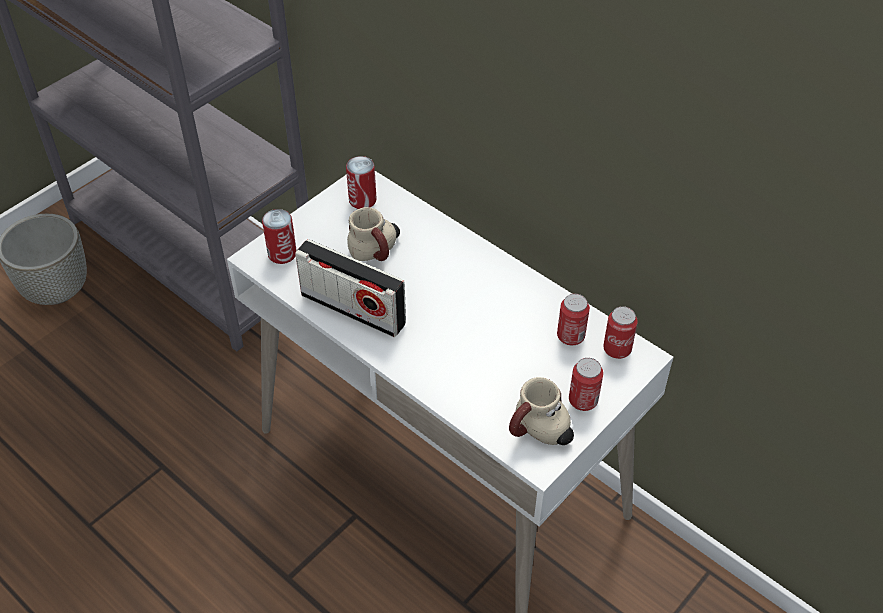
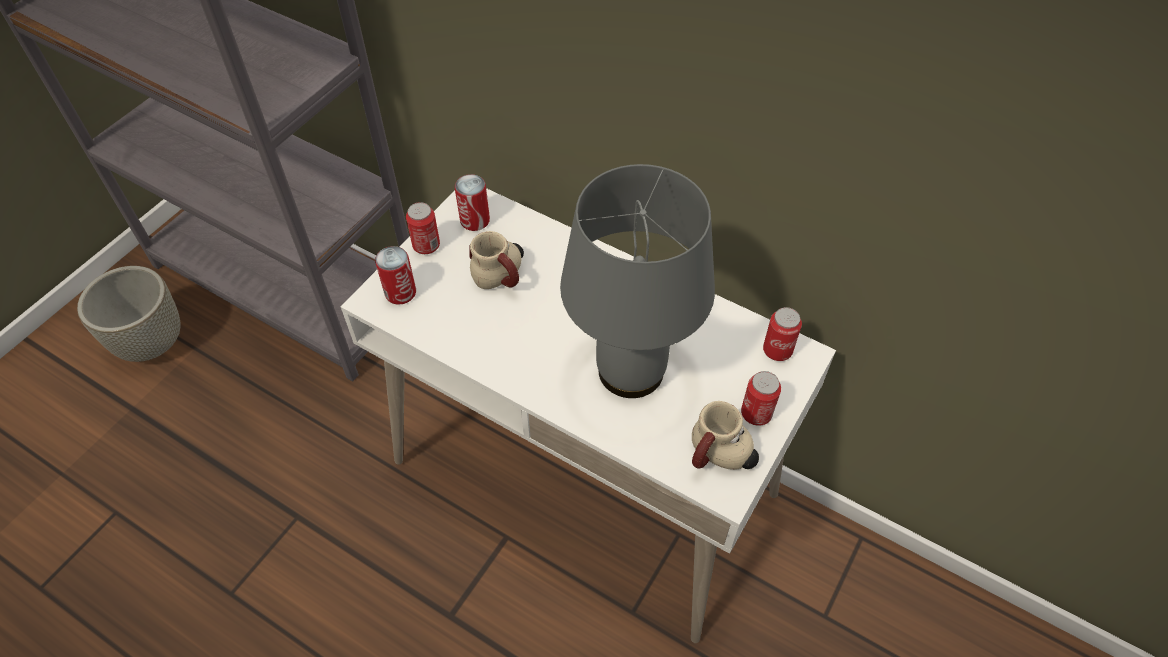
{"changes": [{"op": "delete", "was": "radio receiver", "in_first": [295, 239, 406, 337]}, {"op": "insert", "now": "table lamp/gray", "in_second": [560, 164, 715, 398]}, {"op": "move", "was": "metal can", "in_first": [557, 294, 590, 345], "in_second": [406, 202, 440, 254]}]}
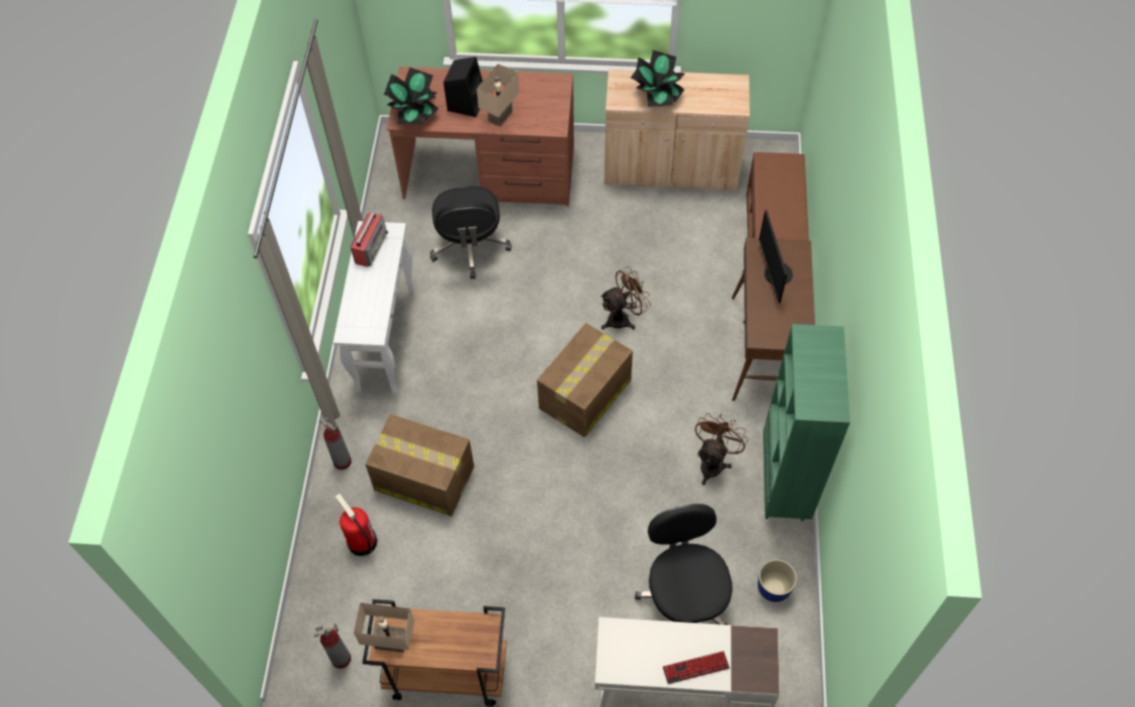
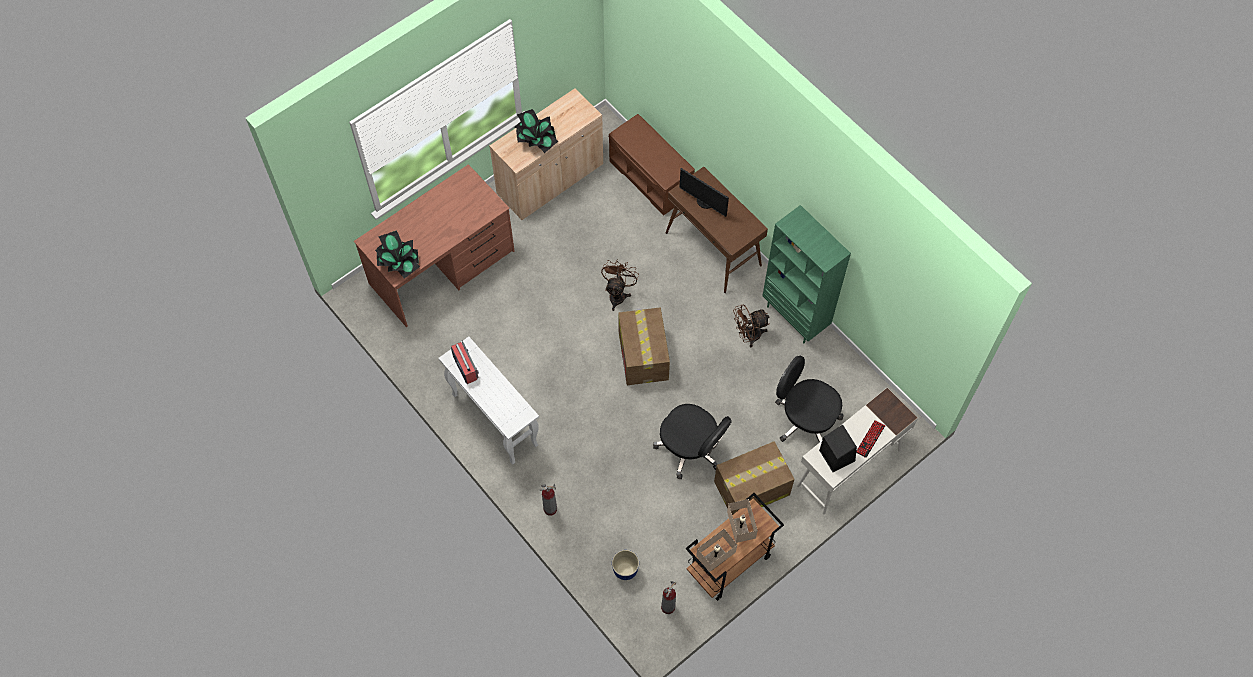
{"changes": [{"op": "delete", "was": "fire-fighting cylinder", "in_first": [335, 494, 377, 556]}, {"op": "move", "was": "carton", "in_first": [365, 414, 474, 516], "in_second": [714, 441, 795, 515]}, {"op": "move", "was": "desk chair/black", "in_first": [430, 186, 512, 279], "in_second": [653, 404, 732, 479]}, {"op": "move", "was": "audio speaker/black", "in_first": [443, 57, 482, 117], "in_second": [819, 425, 857, 472]}, {"op": "move", "was": "table lamp/beige", "in_first": [476, 64, 519, 126], "in_second": [727, 499, 758, 543]}, {"op": "move", "was": "planter", "in_first": [758, 559, 797, 602], "in_second": [612, 550, 639, 580]}, {"op": "rotate", "was": "fan/brown", "in_first": [695, 413, 748, 485], "in_second": [733, 304, 770, 347], "clockwise": -90}]}
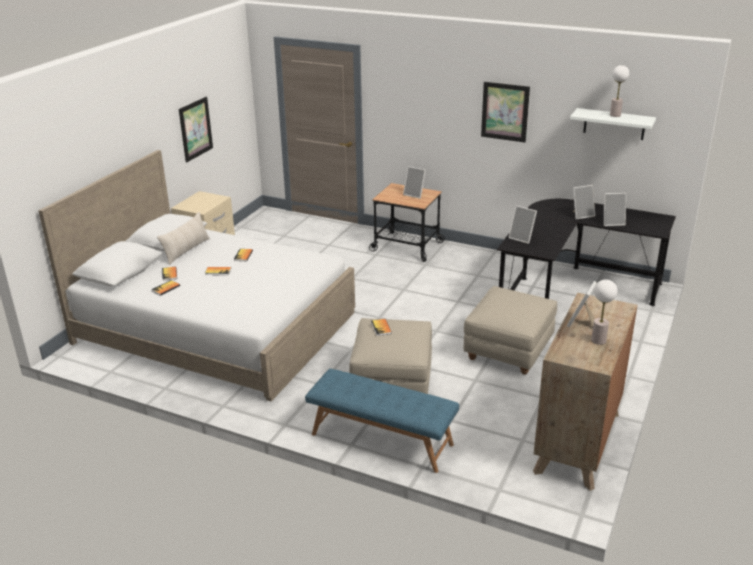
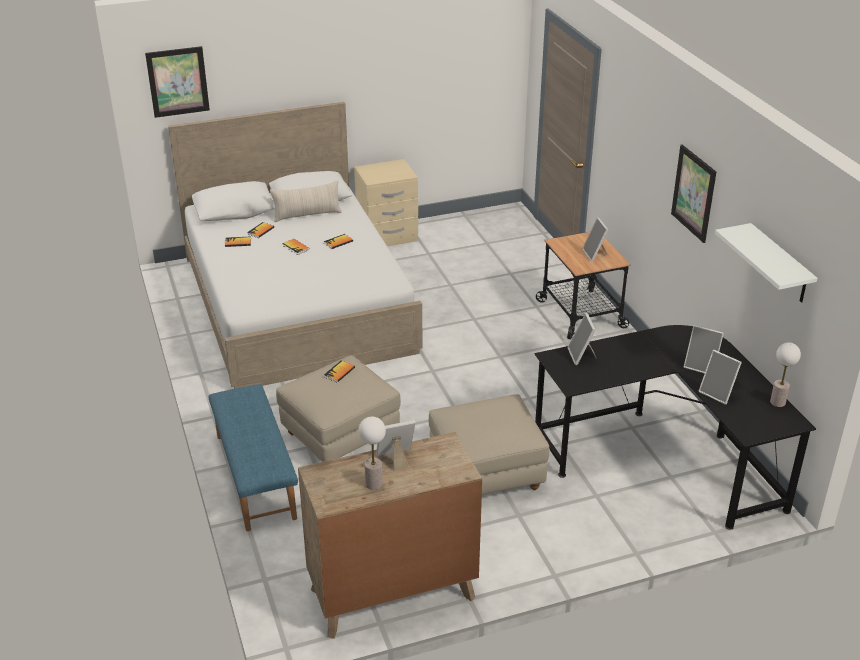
{"changes": [{"op": "move", "was": "wall picture", "in_first": [179, 97, 213, 162], "in_second": [145, 46, 210, 118]}, {"op": "move", "was": "table lamp", "in_first": [610, 65, 629, 117], "in_second": [770, 342, 801, 407]}]}
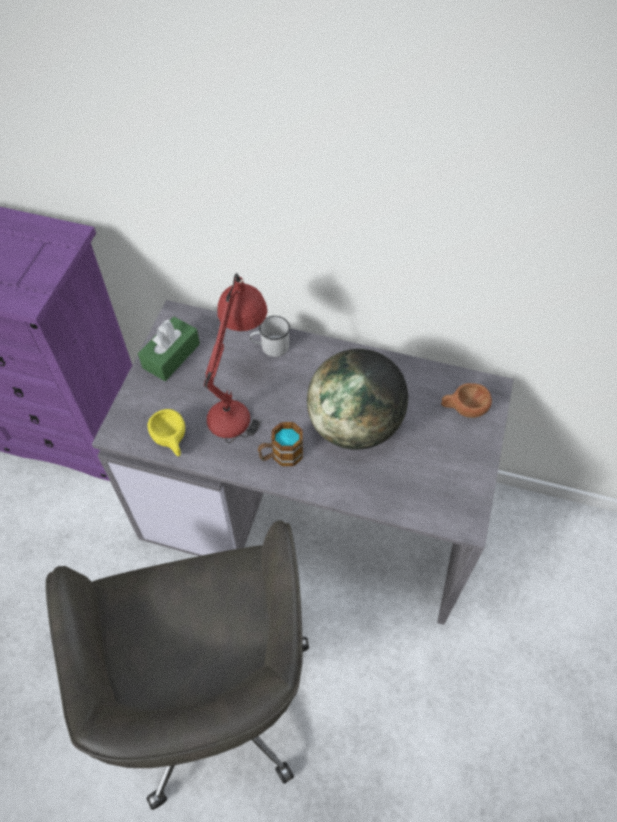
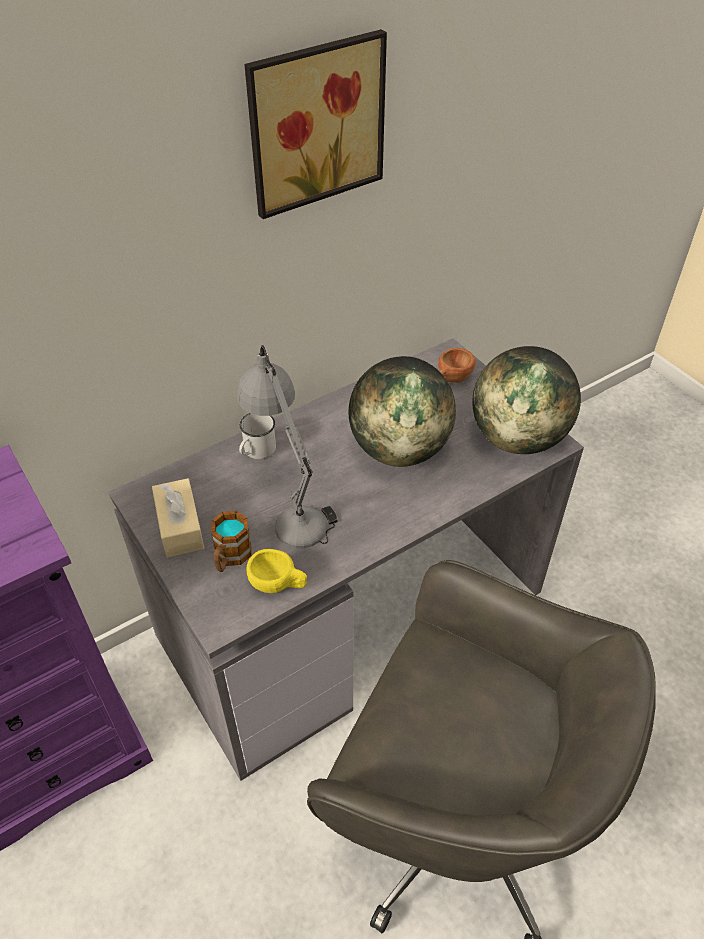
{"changes": [{"op": "insert", "now": "wall picture", "in_second": [244, 29, 387, 219]}, {"op": "insert", "now": "desk globe", "in_second": [472, 346, 581, 454]}, {"op": "move", "was": "mug", "in_first": [258, 422, 303, 466], "in_second": [211, 511, 251, 572]}, {"op": "recolor", "was": "tissue box/greenish", "now": "tissue box/beige", "in_first": [138, 317, 200, 381], "in_second": [152, 478, 204, 558]}, {"op": "recolor", "was": "table lamp/red", "now": "table lamp/gray", "in_first": [204, 273, 267, 443], "in_second": [237, 345, 337, 548]}]}
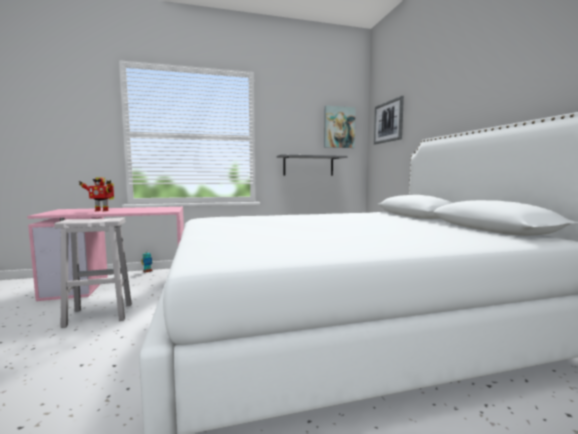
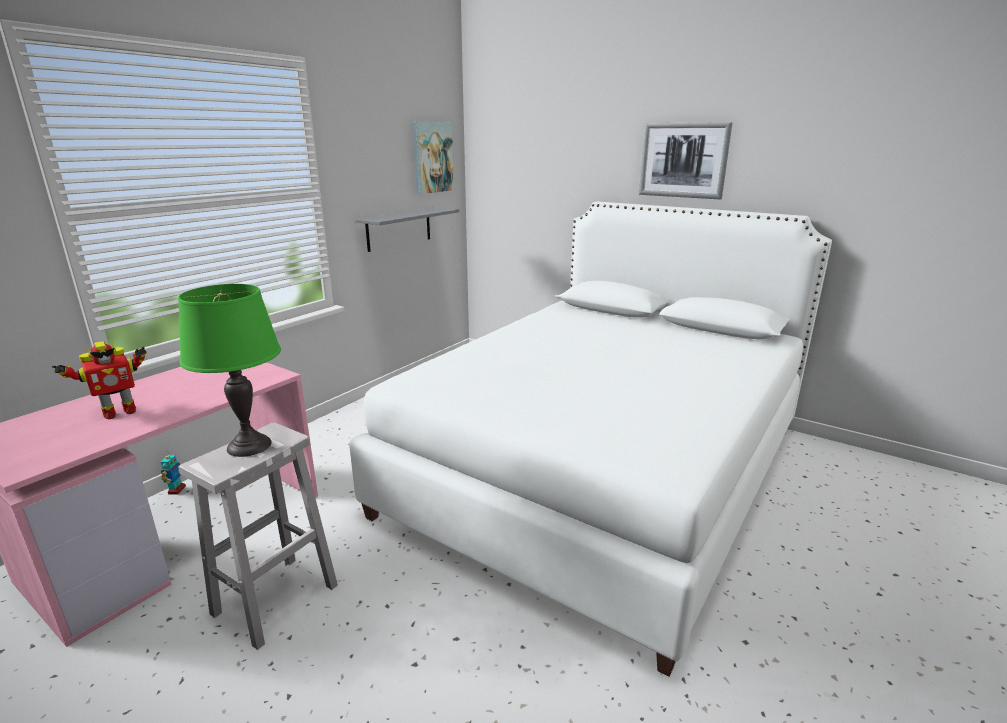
{"changes": [{"op": "insert", "now": "table lamp/greenish", "in_second": [178, 284, 281, 457]}, {"op": "move", "was": "wall picture", "in_first": [374, 96, 404, 145], "in_second": [639, 122, 733, 199]}]}
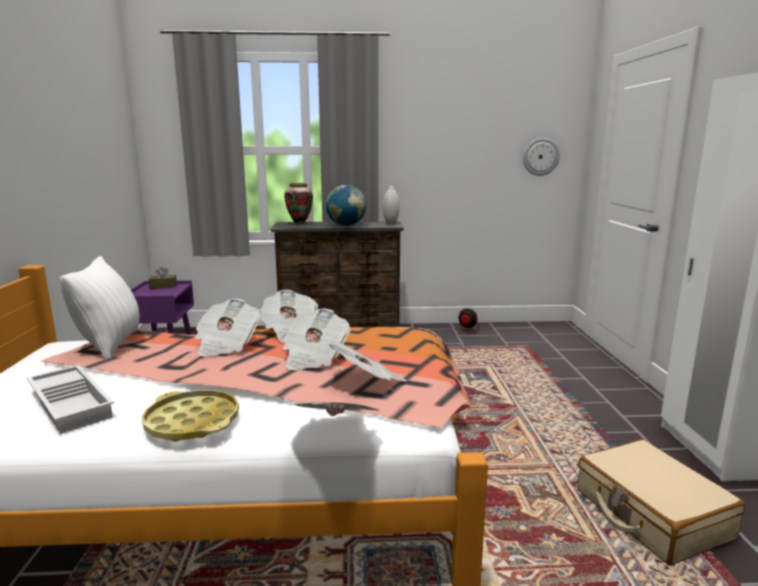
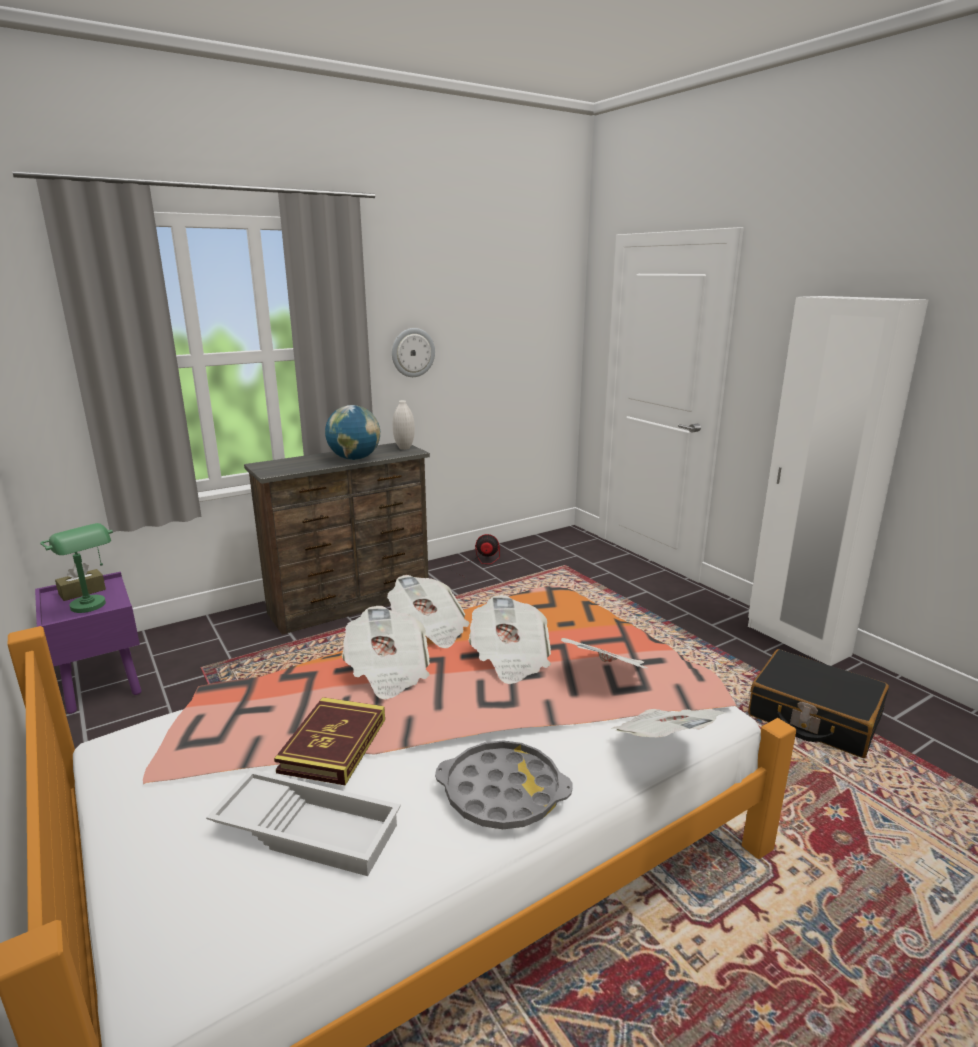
{"changes": [{"op": "delete", "was": "pillow/whitish", "in_first": [60, 256, 140, 361]}, {"op": "delete", "was": "flower vase", "in_first": [284, 183, 313, 224]}, {"op": "insert", "now": "table lamp/greenish", "in_second": [40, 523, 113, 613]}, {"op": "insert", "now": "book", "in_second": [274, 697, 385, 785]}, {"op": "move", "was": "wall clock", "in_first": [523, 138, 560, 176], "in_second": [392, 328, 435, 377]}, {"op": "recolor", "was": "carrying tray/yellow", "now": "carrying tray/gray", "in_first": [142, 390, 239, 442], "in_second": [435, 740, 572, 829]}, {"op": "recolor", "was": "suitcase/beige", "now": "suitcase/black", "in_first": [577, 439, 745, 565], "in_second": [748, 649, 889, 758]}]}
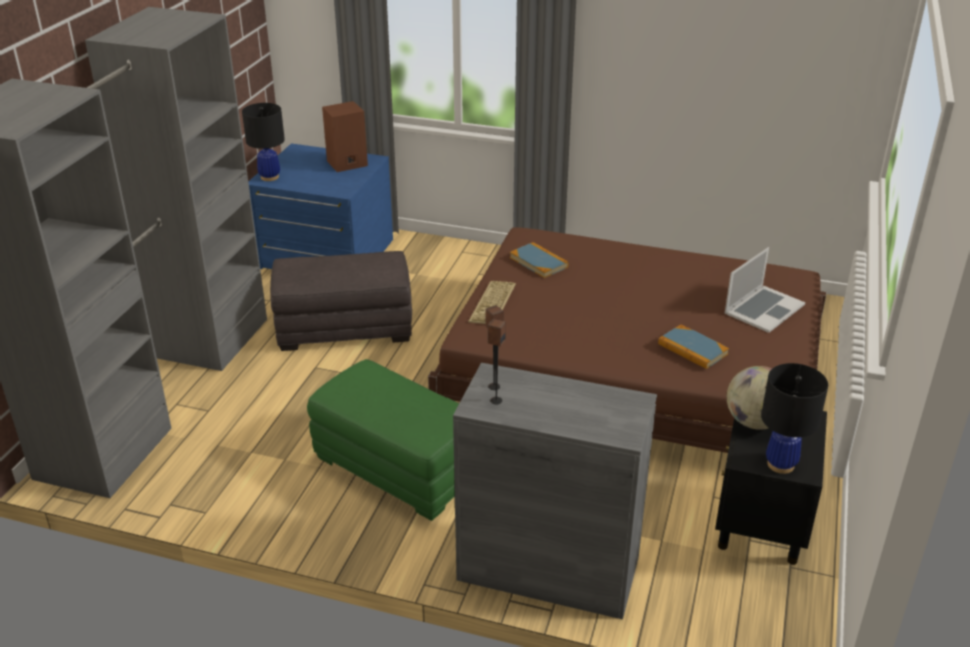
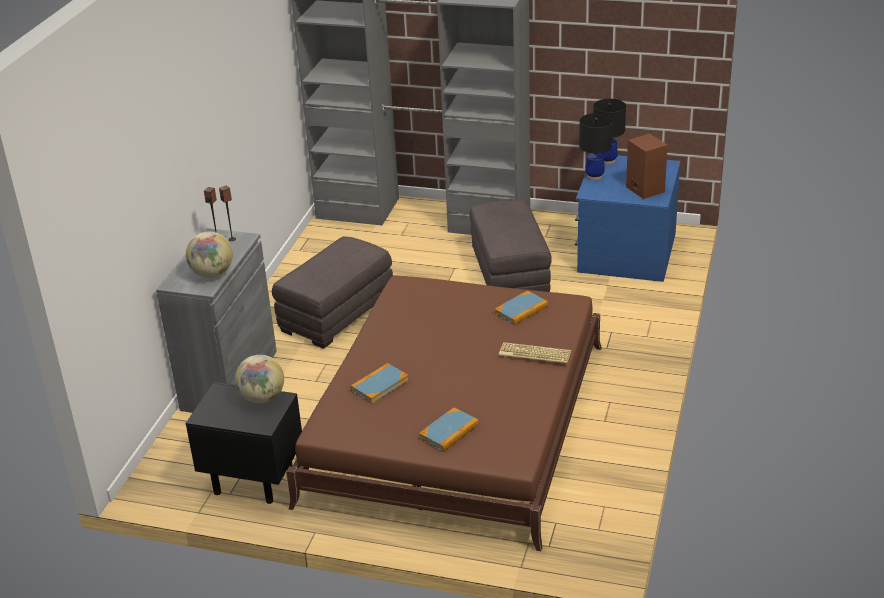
{"changes": [{"op": "insert", "now": "desk globe", "in_second": [186, 232, 233, 278]}, {"op": "move", "was": "computer keyboard", "in_first": [468, 281, 516, 324], "in_second": [499, 342, 571, 364]}, {"op": "move", "was": "table lamp/black", "in_first": [761, 363, 828, 474], "in_second": [579, 113, 613, 180]}, {"op": "replace", "was": "laptop", "now": "book", "in_first": [725, 247, 805, 333], "in_second": [419, 408, 479, 452]}, {"op": "recolor", "was": "ottoman/greenish", "now": "ottoman/gray", "in_first": [307, 359, 459, 521], "in_second": [272, 236, 393, 349]}]}
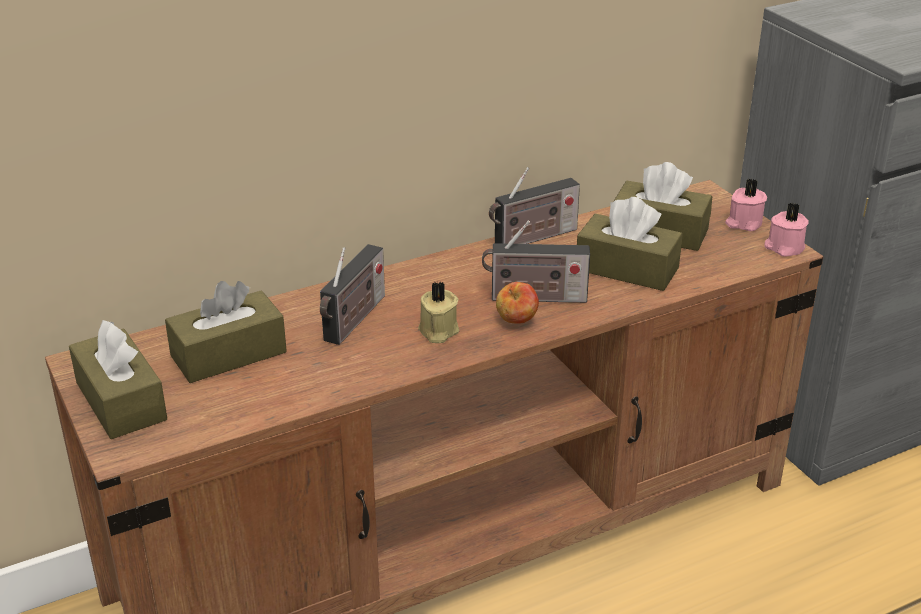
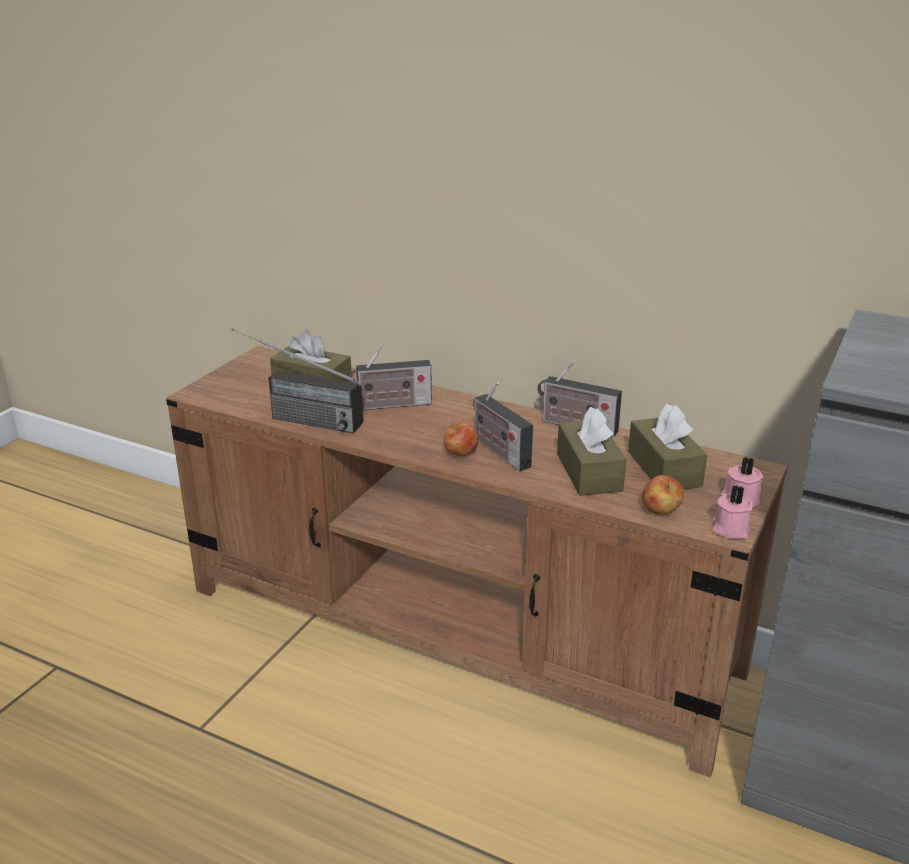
{"changes": [{"op": "delete", "was": "tissue box/brown", "in_first": [69, 320, 167, 439]}, {"op": "delete", "was": "candle/beige", "in_first": [418, 281, 459, 343]}, {"op": "insert", "now": "radio receiver", "in_second": [231, 329, 363, 433]}, {"op": "insert", "now": "whole apple", "in_second": [642, 475, 684, 515]}]}
